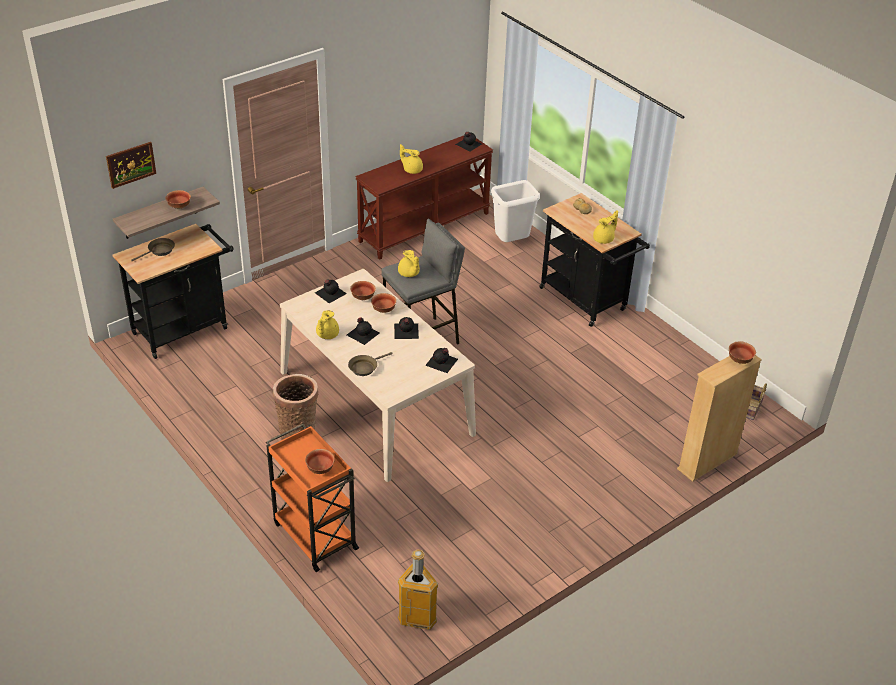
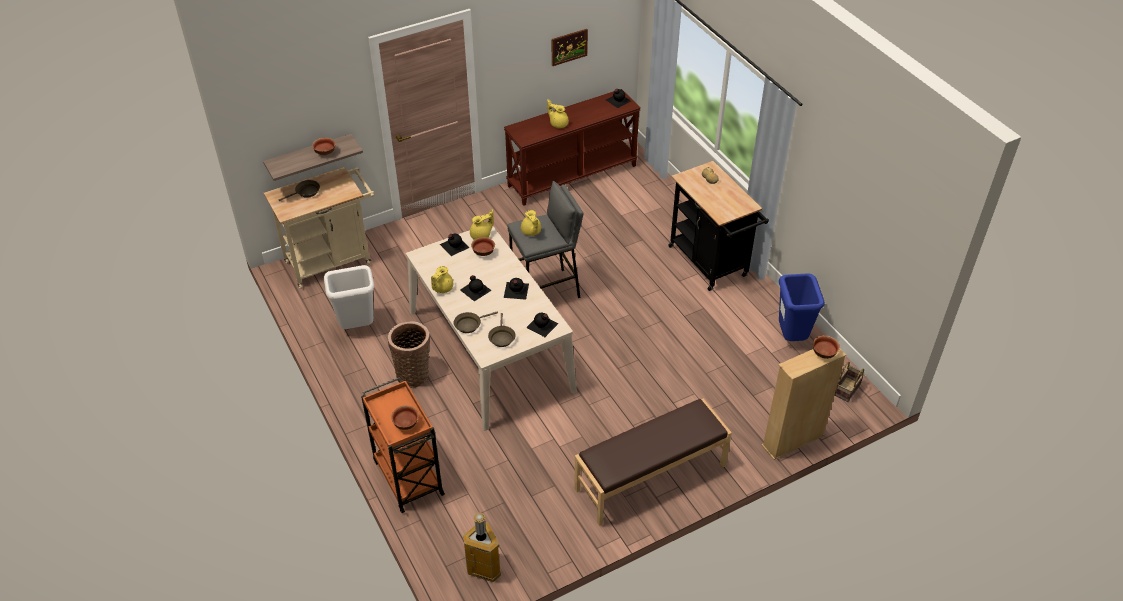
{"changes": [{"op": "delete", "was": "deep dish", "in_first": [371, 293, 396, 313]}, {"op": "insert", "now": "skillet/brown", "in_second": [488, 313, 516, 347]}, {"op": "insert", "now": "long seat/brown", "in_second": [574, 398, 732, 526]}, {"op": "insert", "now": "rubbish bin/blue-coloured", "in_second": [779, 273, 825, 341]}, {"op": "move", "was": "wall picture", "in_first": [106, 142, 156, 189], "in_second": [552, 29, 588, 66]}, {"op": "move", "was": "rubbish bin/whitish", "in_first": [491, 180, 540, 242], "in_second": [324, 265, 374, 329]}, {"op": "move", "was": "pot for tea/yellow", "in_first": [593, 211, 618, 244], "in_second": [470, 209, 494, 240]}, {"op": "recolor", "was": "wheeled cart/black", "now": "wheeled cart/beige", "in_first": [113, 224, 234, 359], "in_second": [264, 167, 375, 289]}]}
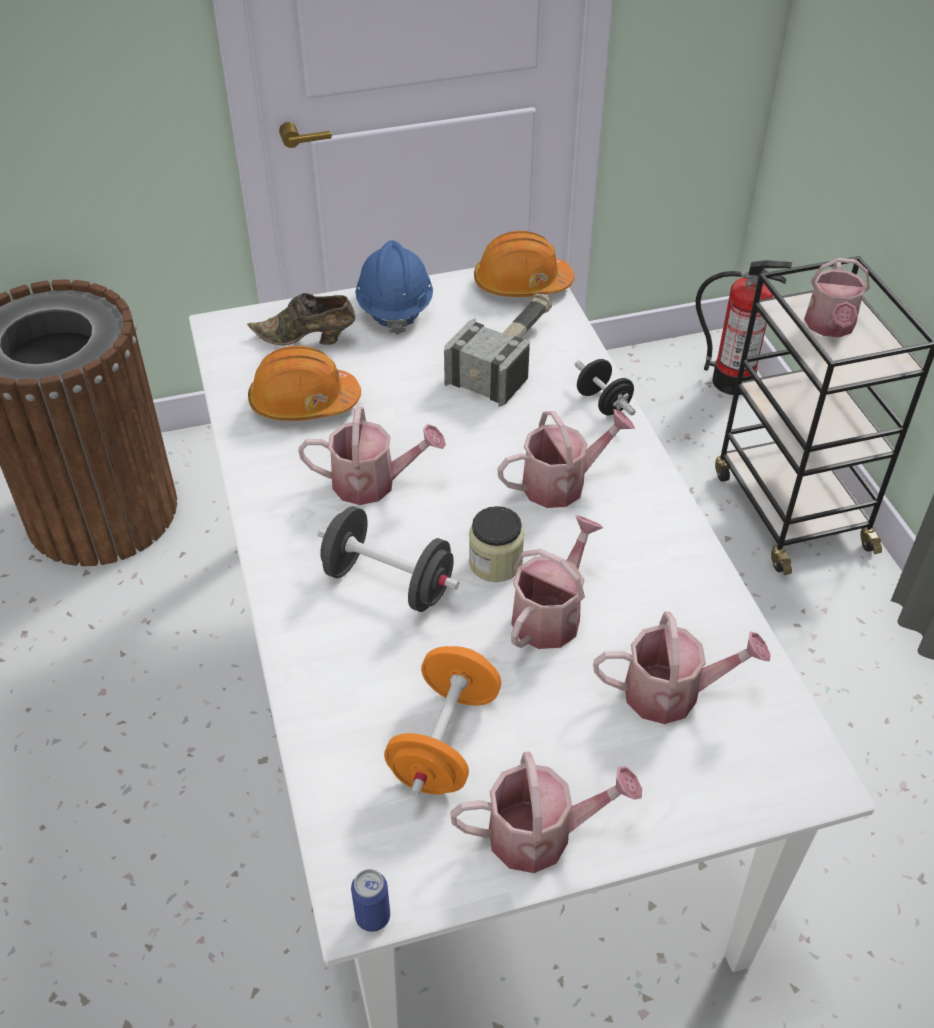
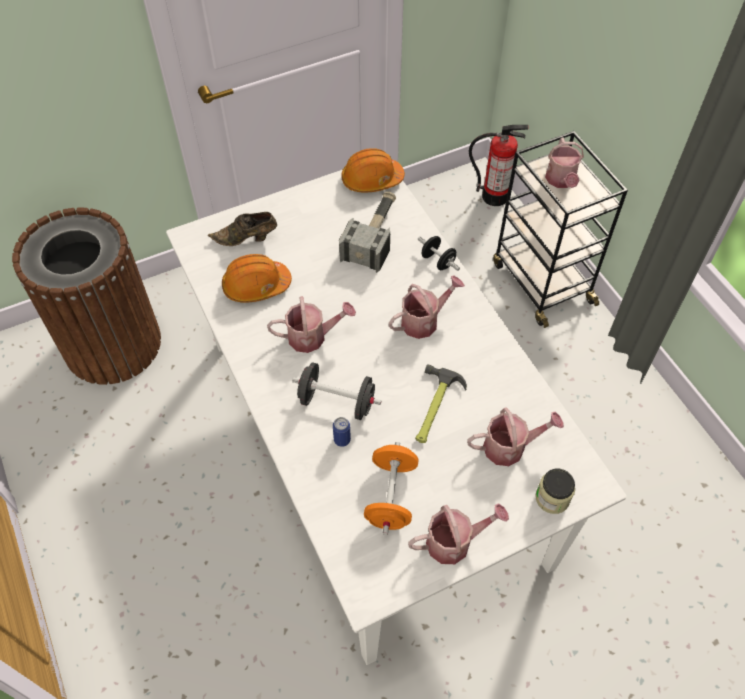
{"changes": [{"op": "delete", "was": "safety helmet/blue-coloured", "in_first": [355, 240, 433, 335]}, {"op": "move", "was": "metal can", "in_first": [351, 869, 390, 932], "in_second": [333, 417, 351, 447]}, {"op": "move", "was": "jar", "in_first": [469, 506, 524, 582], "in_second": [535, 469, 575, 514]}, {"op": "replace", "was": "sprinkling can", "now": "hand hammer", "in_first": [511, 515, 603, 649], "in_second": [415, 364, 467, 443]}]}
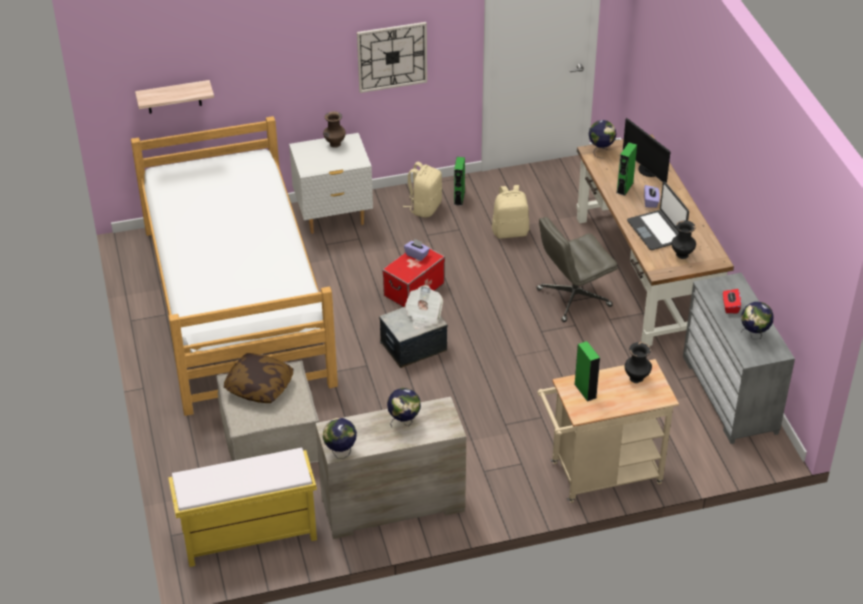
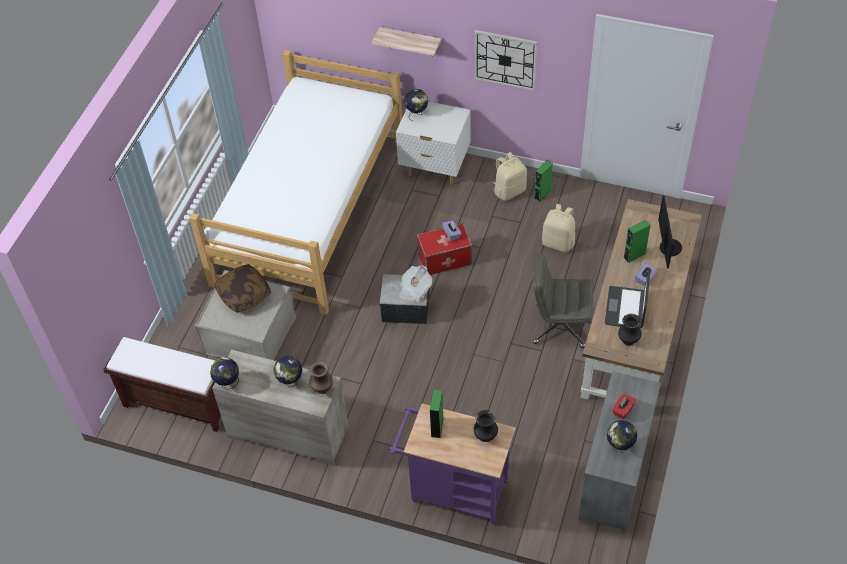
{"changes": [{"op": "move", "was": "bracket shelf", "in_first": [135, 80, 214, 114], "in_second": [372, 27, 441, 56]}, {"op": "move", "was": "flower vase/brown", "in_first": [323, 111, 346, 148], "in_second": [309, 362, 333, 394]}, {"op": "move", "was": "desk globe", "in_first": [589, 120, 616, 158], "in_second": [405, 89, 428, 121]}, {"op": "recolor", "was": "long seat/yellow", "now": "long seat/brown", "in_first": [168, 448, 317, 567], "in_second": [103, 337, 221, 432]}, {"op": "recolor", "was": "wheeled cart/beige", "now": "wheeled cart/purple-coloured", "in_first": [537, 359, 679, 503], "in_second": [390, 404, 516, 524]}]}
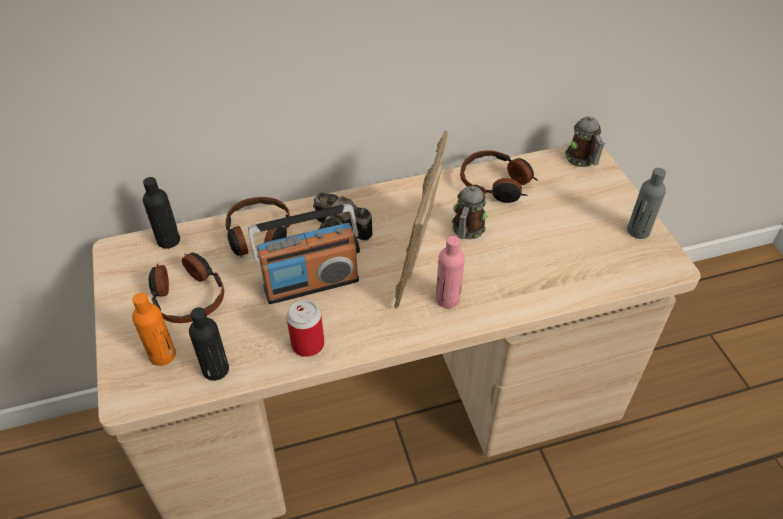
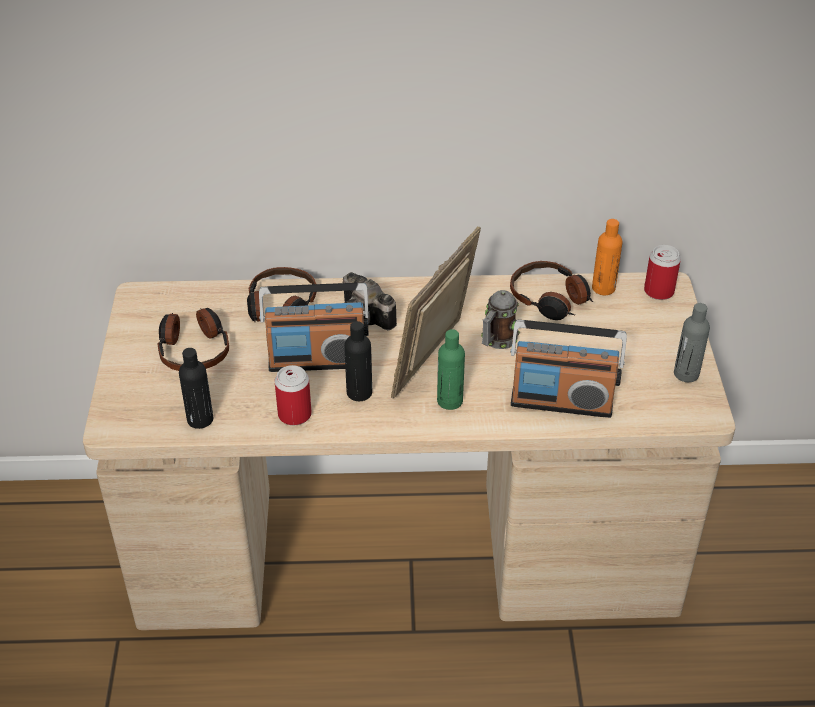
{"changes": [{"op": "insert", "now": "radio receiver", "in_second": [510, 320, 627, 418]}, {"op": "move", "was": "bottle/orange", "in_first": [132, 293, 176, 366], "in_second": [592, 219, 622, 295]}, {"op": "move", "was": "bottle/black", "in_first": [143, 177, 180, 249], "in_second": [344, 321, 372, 401]}, {"op": "replace", "was": "mug", "now": "metal can", "in_first": [565, 117, 605, 167], "in_second": [644, 245, 681, 300]}, {"op": "recolor", "was": "bottle/pink-coloured", "now": "bottle/greenish", "in_first": [436, 236, 465, 308], "in_second": [437, 329, 465, 410]}]}
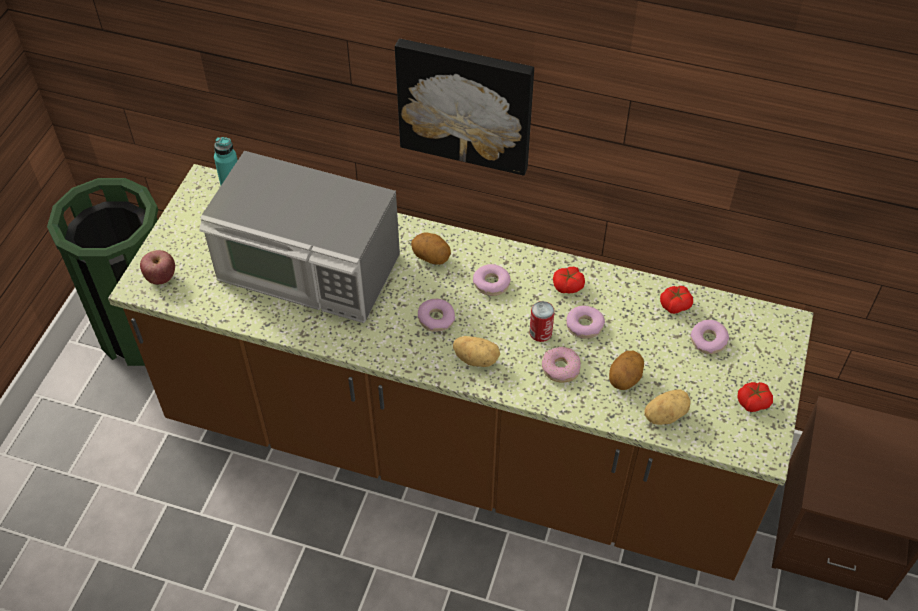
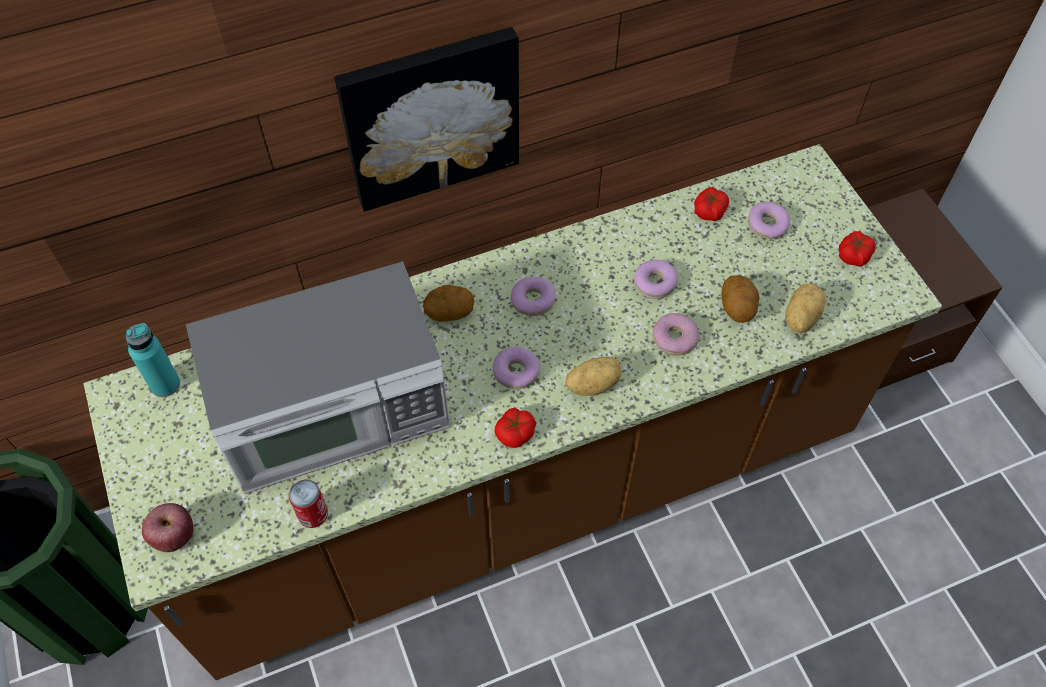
{"changes": [{"op": "move", "was": "metal can", "in_first": [529, 301, 555, 342], "in_second": [289, 480, 328, 528]}, {"op": "move", "was": "whole tomato", "in_first": [553, 267, 585, 293], "in_second": [495, 407, 537, 448]}]}
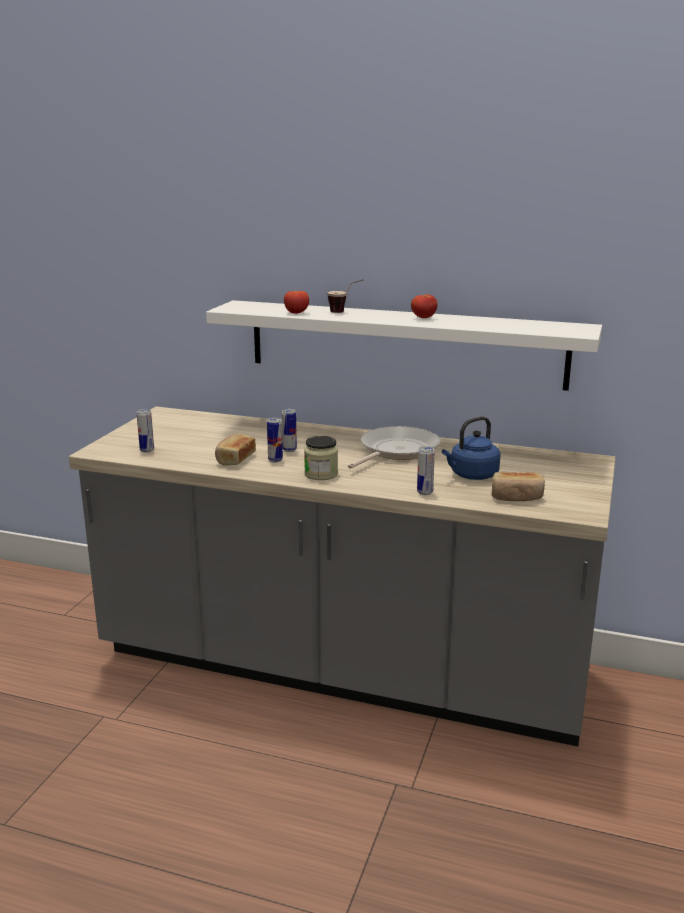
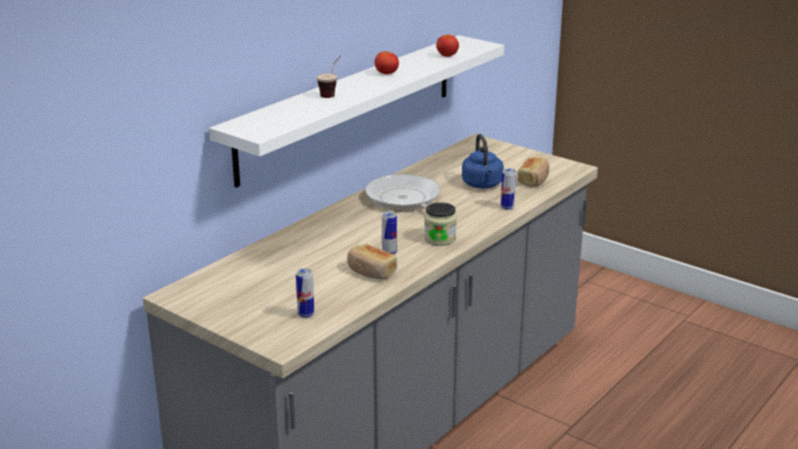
{"changes": [{"op": "delete", "was": "metal can", "in_first": [282, 409, 297, 452]}, {"op": "move", "was": "whole tomato", "in_first": [284, 291, 309, 314], "in_second": [436, 35, 459, 57]}]}
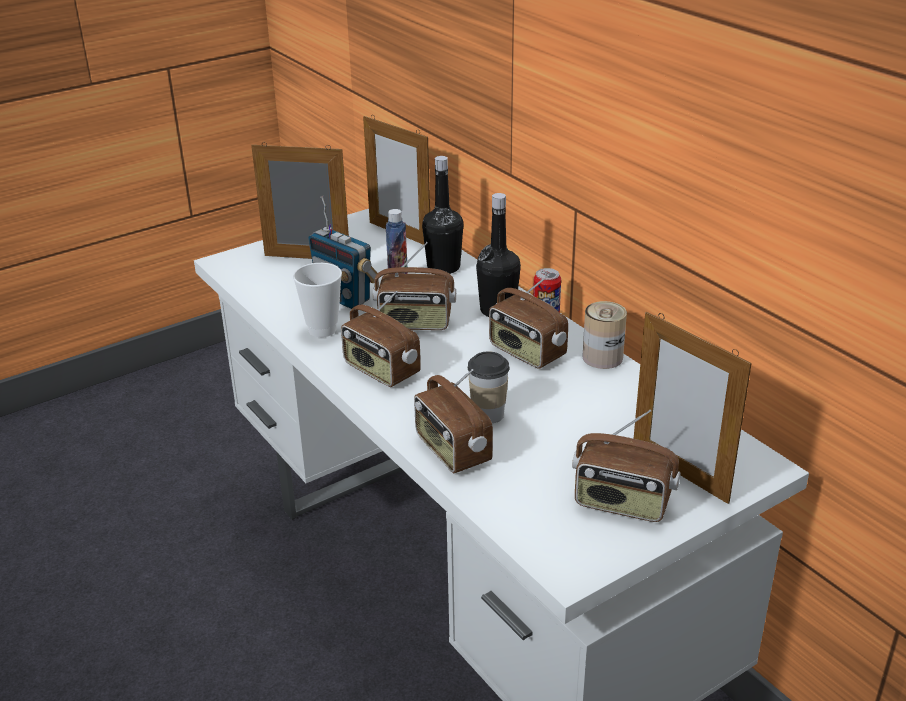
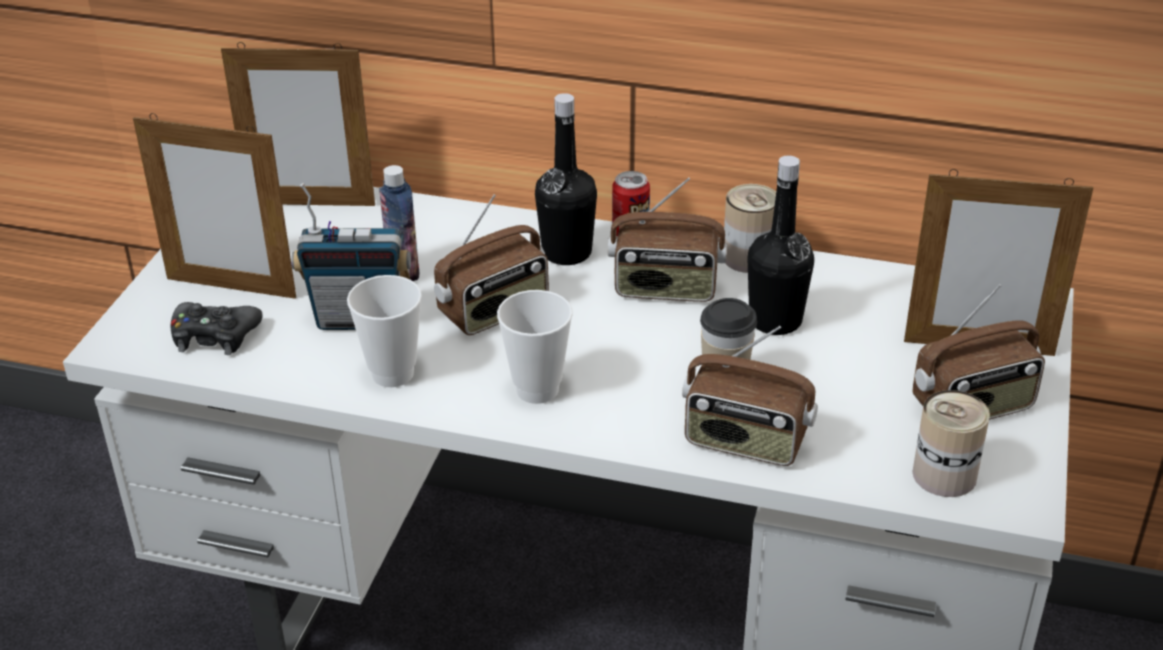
{"changes": [{"op": "insert", "now": "gamepad/black", "in_second": [170, 302, 263, 355]}, {"op": "insert", "now": "metal can", "in_second": [912, 390, 990, 497]}, {"op": "move", "was": "bottle/black", "in_first": [422, 156, 463, 274], "in_second": [747, 155, 814, 335]}, {"op": "replace", "was": "radio receiver", "now": "drinking cup", "in_first": [341, 291, 421, 387], "in_second": [497, 290, 573, 404]}, {"op": "rotate", "was": "standing frame", "in_first": [251, 142, 349, 259], "in_second": [133, 113, 296, 299], "clockwise": -135}]}
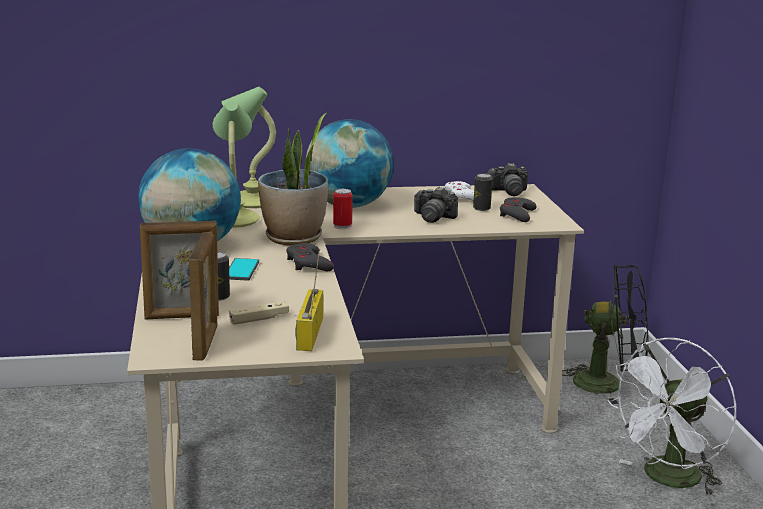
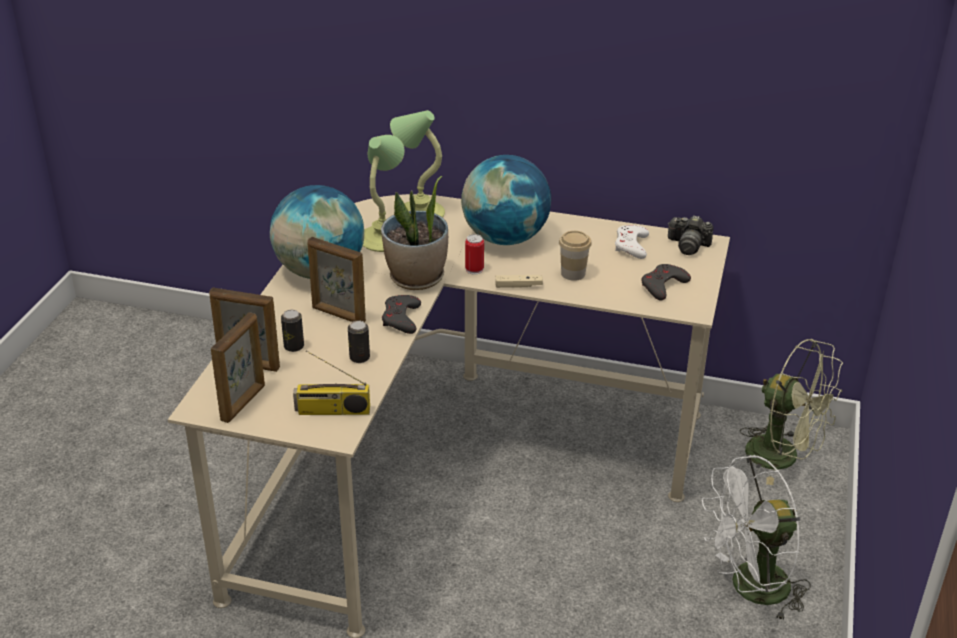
{"changes": [{"op": "move", "was": "gamepad/beige", "in_first": [229, 301, 289, 325], "in_second": [495, 275, 543, 288]}, {"op": "move", "was": "metal can", "in_first": [473, 174, 493, 211], "in_second": [348, 320, 370, 363]}, {"op": "replace", "was": "phone", "now": "standing frame", "in_first": [229, 258, 259, 281], "in_second": [307, 237, 366, 322]}, {"op": "replace", "was": "still camera", "now": "drinking cup", "in_first": [414, 187, 458, 223], "in_second": [559, 231, 592, 281]}, {"op": "recolor", "was": "fan/black", "now": "fan/greenish", "in_first": [562, 264, 648, 404], "in_second": [740, 339, 843, 485]}, {"op": "rotate", "was": "radio receiver", "in_first": [295, 249, 323, 351], "in_second": [293, 350, 370, 415], "clockwise": -120}]}
